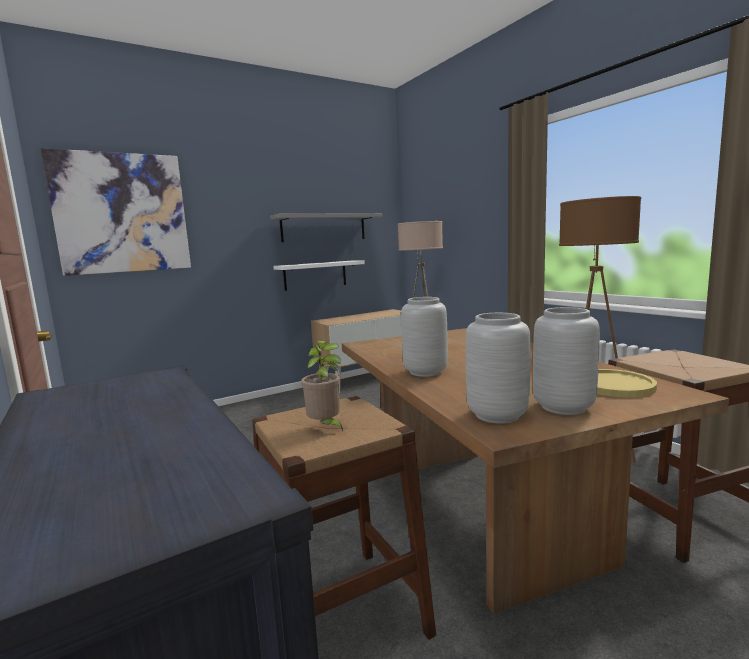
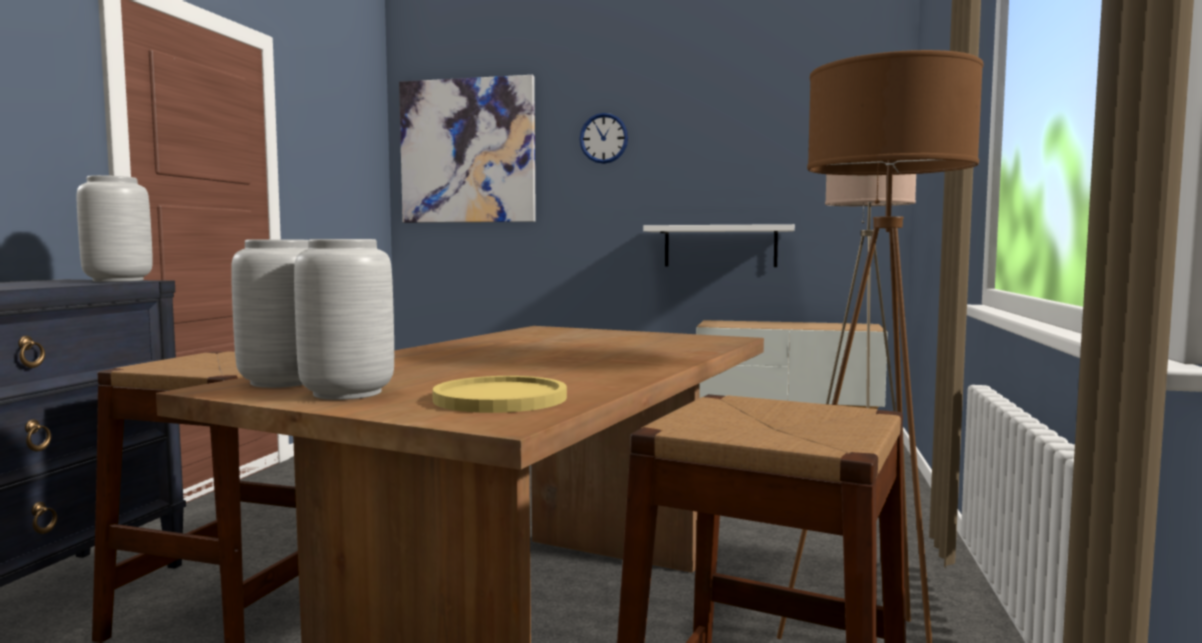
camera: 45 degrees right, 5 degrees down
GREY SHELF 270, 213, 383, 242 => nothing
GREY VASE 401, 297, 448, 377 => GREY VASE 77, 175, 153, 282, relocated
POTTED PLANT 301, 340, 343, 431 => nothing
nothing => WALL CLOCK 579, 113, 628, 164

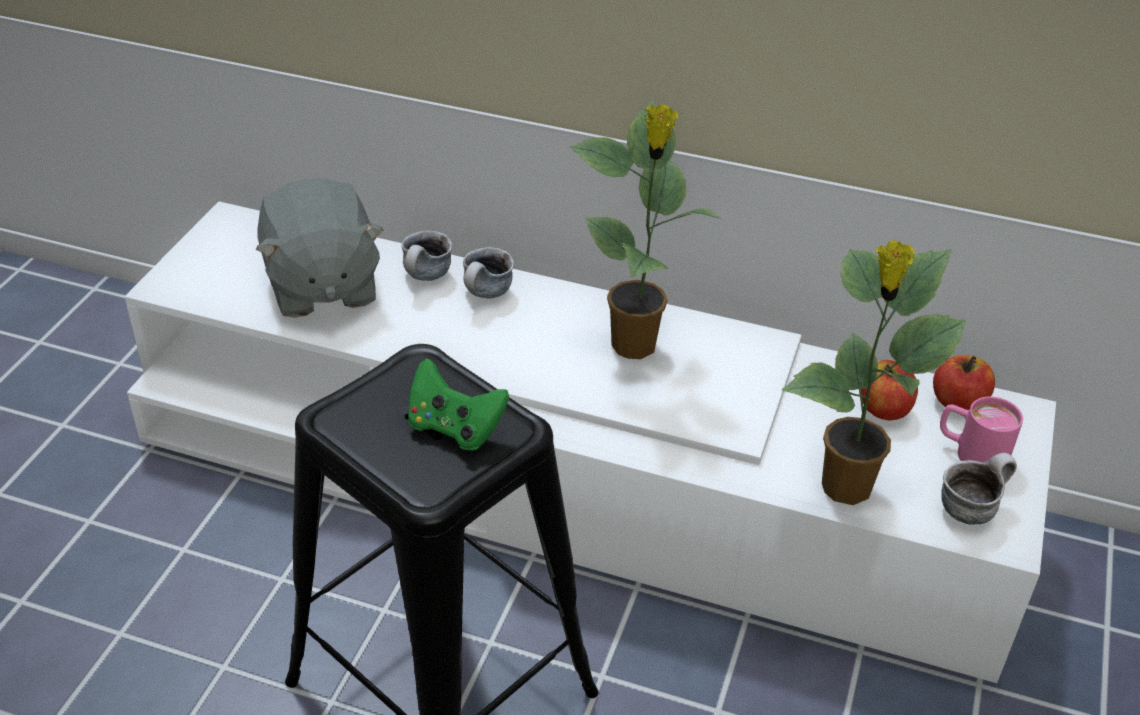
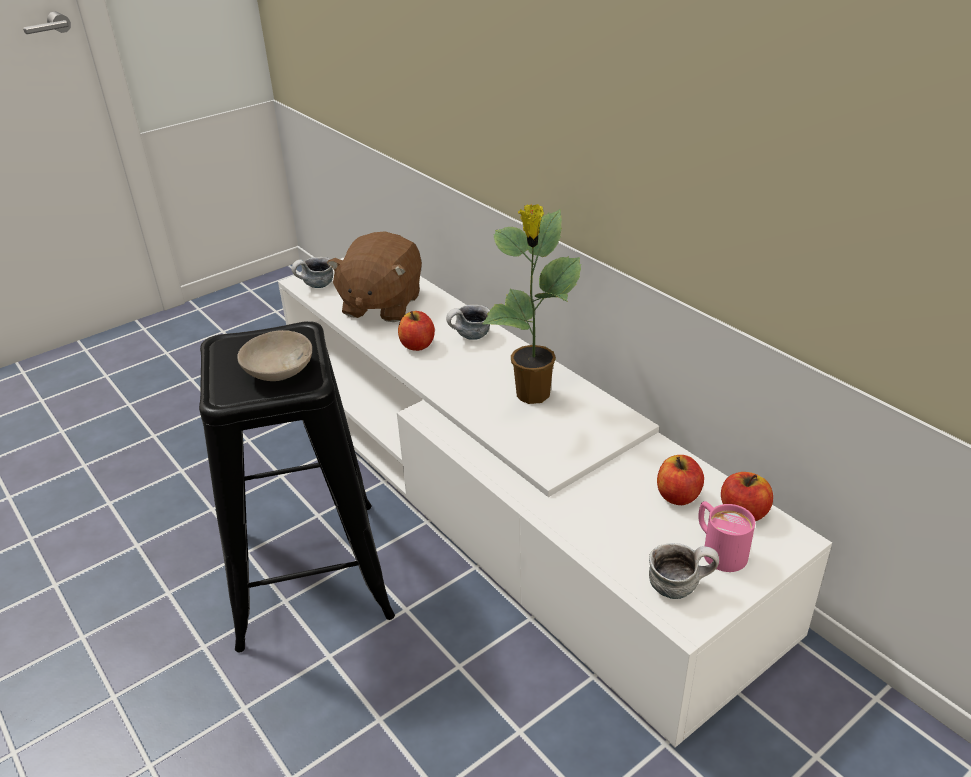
camera: 35 degrees right, 5 degrees down
GREY PLUSH TOY 256, 179, 384, 318 => BROWN PLUSH TOY 327, 231, 422, 322
MUG 402, 230, 452, 281 => MUG 292, 257, 333, 288, relocated
POTTED PLANT 782, 240, 967, 505 => nothing
GREEN GAME CONTROLLER 408, 358, 510, 451 => BEIGE BOWL 237, 330, 312, 381
nothing => APPLE 398, 311, 435, 351

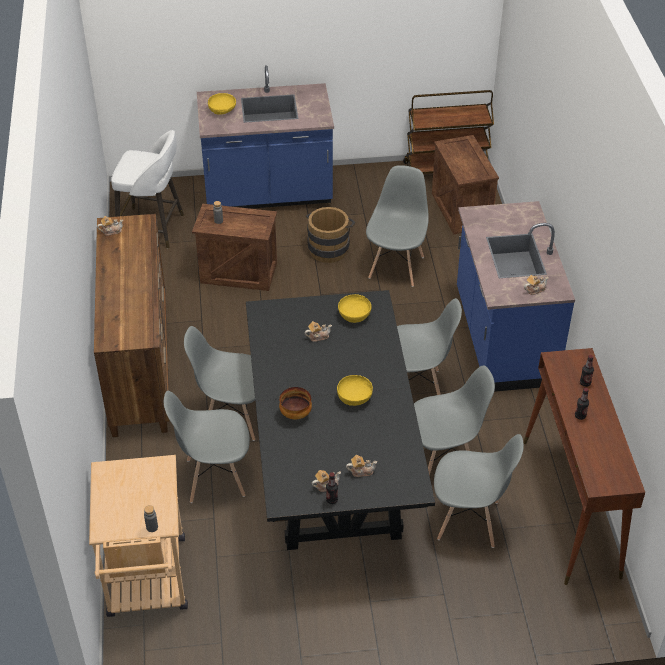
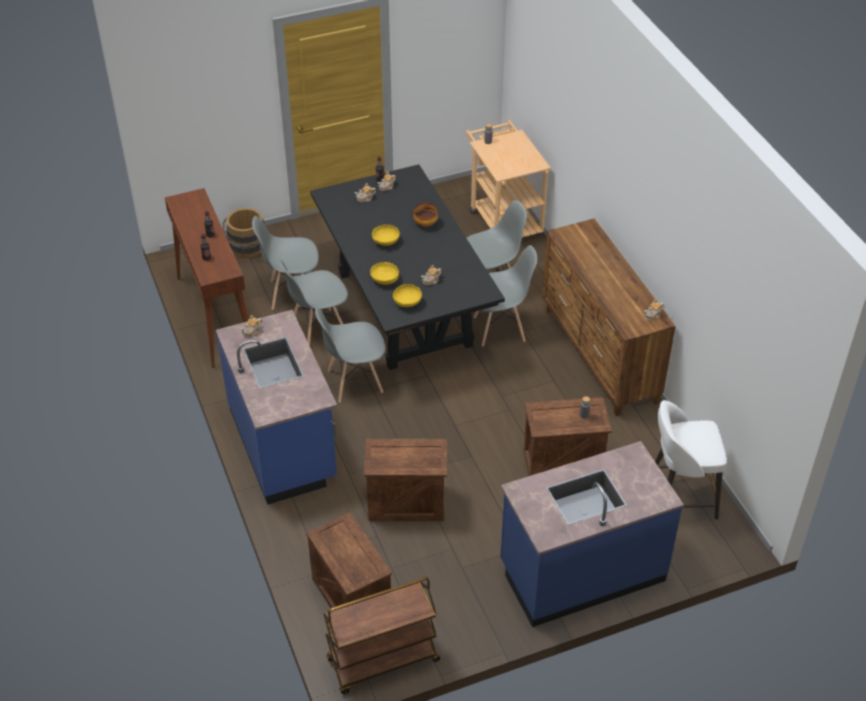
camera: 165 degrees right, 0 degrees up
YELLOW BOWL 208, 93, 236, 115 => YELLOW BOWL 370, 262, 399, 285, relocated
GREY CHAIR 366, 165, 429, 287 => CRATE 364, 439, 447, 521
BROWN BUCKET 306, 207, 355, 263 => BROWN BUCKET 222, 208, 267, 258, relocated

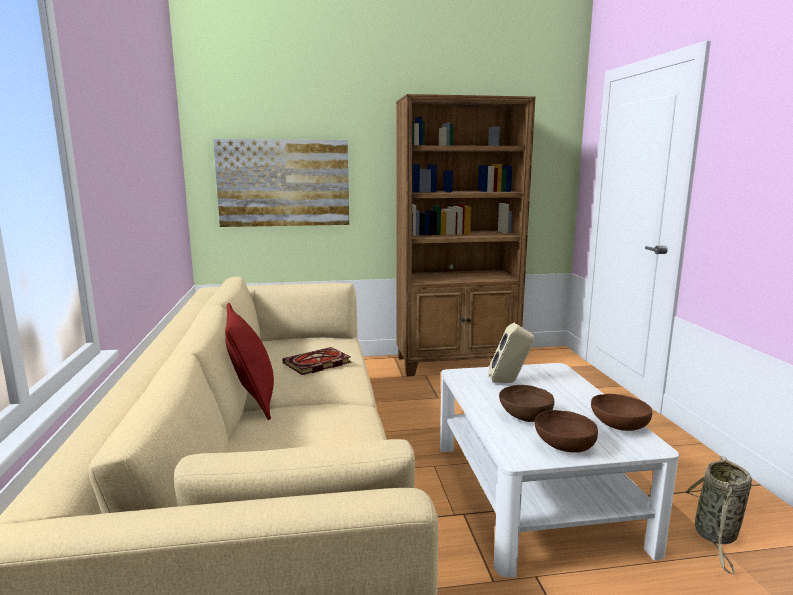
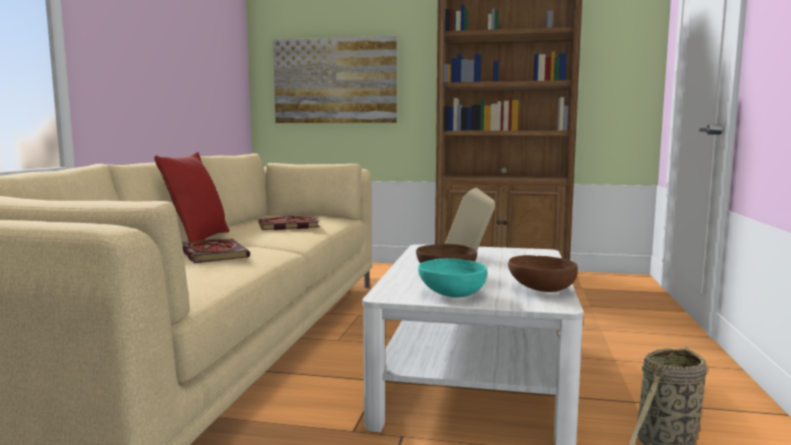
camera: 20 degrees right, 5 degrees down
BROWN BOWL 534, 410, 598, 453 => TURQUOISE BOWL 418, 258, 487, 298
nothing => BOOK 183, 239, 250, 263

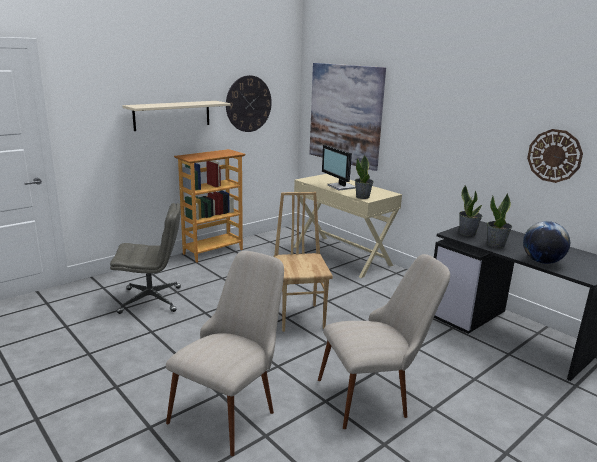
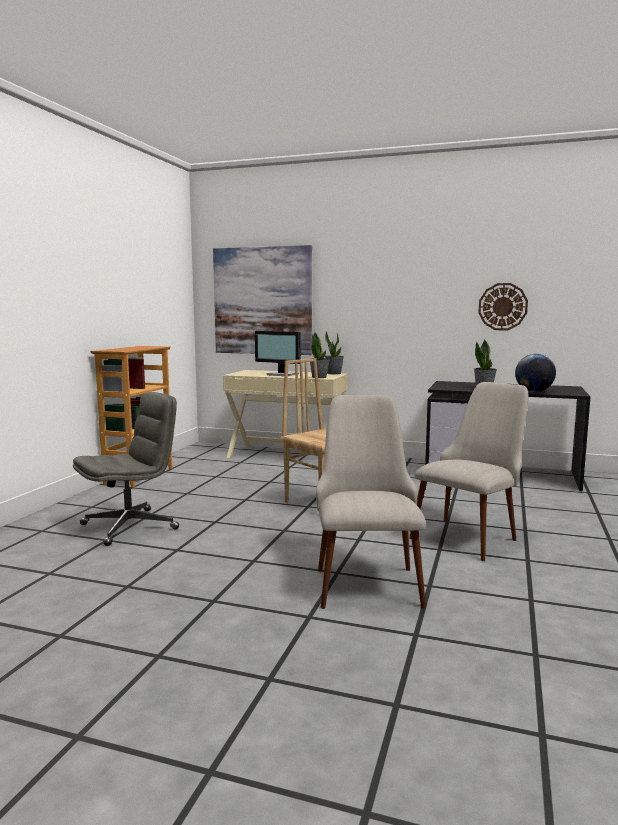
camera: 30 degrees left, 10 degrees down
WALL CLOCK 226, 75, 272, 132 => nothing
BEIGE SHELF 122, 101, 230, 131 => nothing
POTTED PLANT 459, 185, 482, 236 => POTTED PLANT 325, 331, 344, 374, relocated

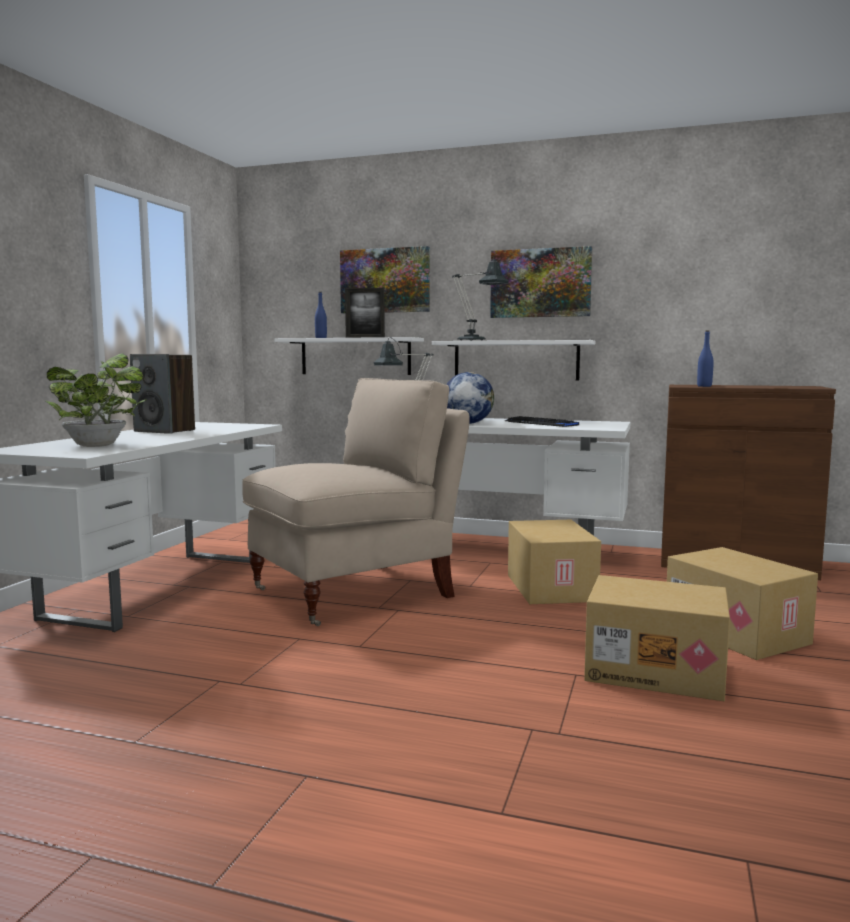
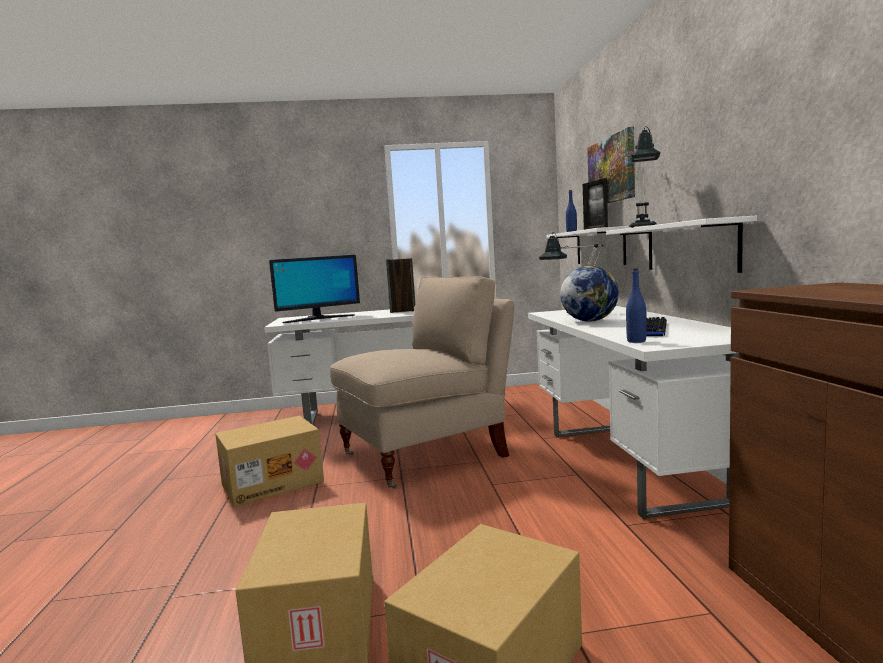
camera: 65 degrees right, 0 degrees up
PICTURE 490, 246, 592, 318 => nothing
BLUE BOTTLE 697, 330, 714, 387 => BLUE BOTTLE 626, 269, 647, 343, relocated
POTTED PLANT 45, 353, 147, 447 => MONITOR 269, 255, 360, 323
BEIGE CHAIR 242, 378, 470, 626 => BEIGE CHAIR 330, 277, 514, 489, 60 degrees counterclockwise
CARDBOARD BOX 508, 520, 601, 604 => CARDBOARD BOX 215, 415, 324, 507, relocated

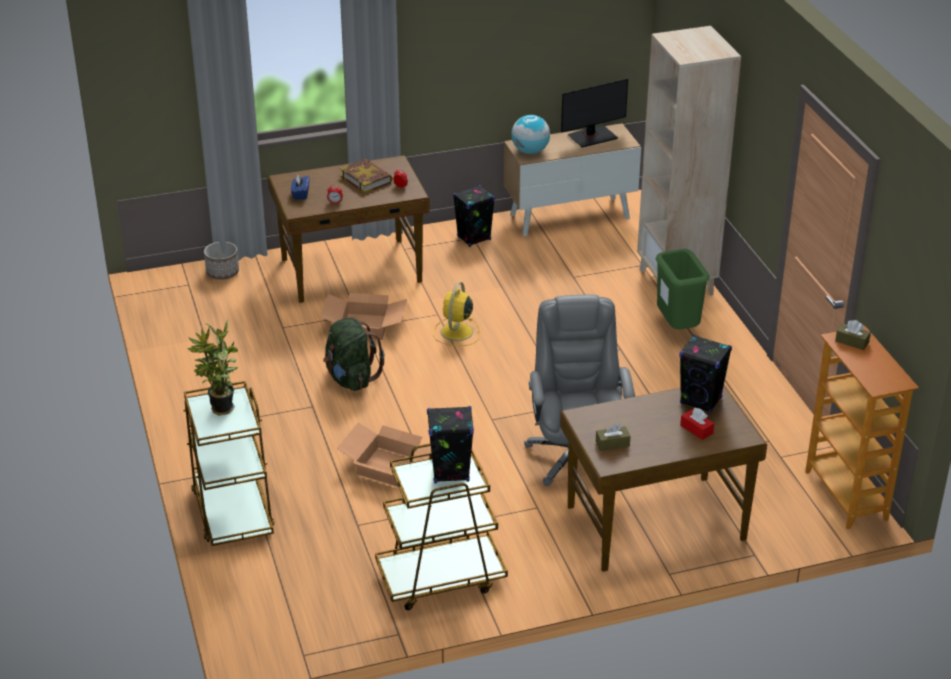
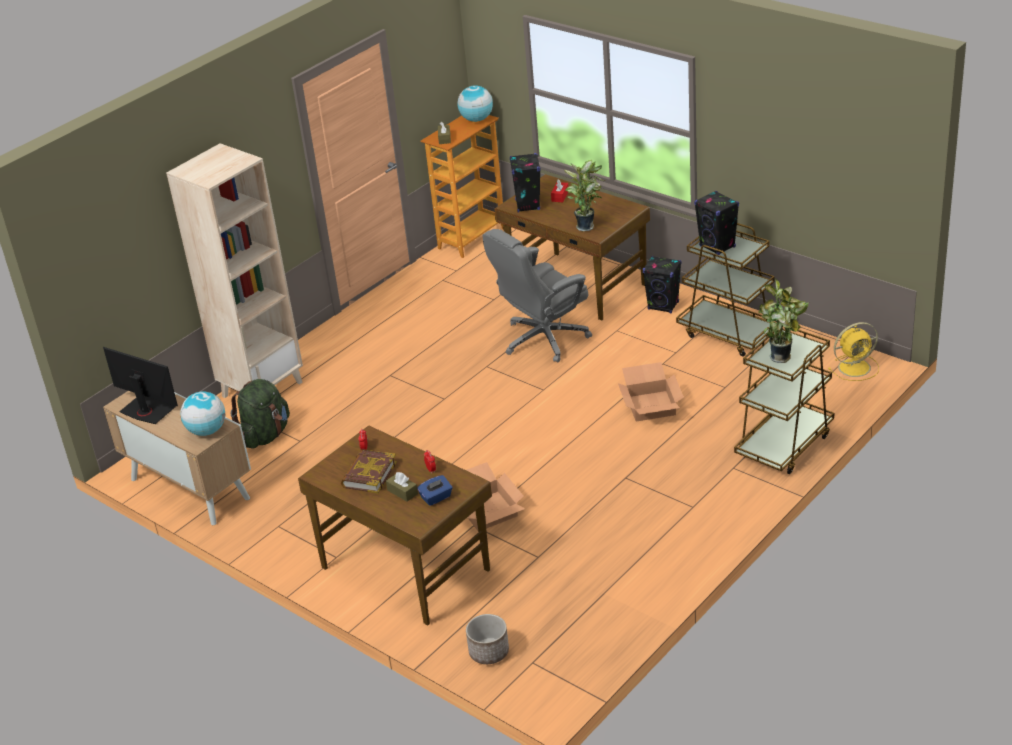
camera: 120 degrees left, 0 degrees up
BLACK SPEAKER 453, 185, 495, 247 => BLACK SPEAKER 643, 256, 681, 313, relocated
GREEN TRASH CAN 656, 249, 710, 329 => nothing
YELLOW FAN 433, 282, 480, 346 => YELLOW FAN 828, 322, 879, 381, relocated
GREEN BACKPACK 323, 318, 385, 391 => GREEN BACKPACK 231, 379, 290, 448, relocated
BROWN TISSUE BOX 596, 424, 631, 451 => BROWN TISSUE BOX 386, 472, 418, 502, relocated
nothing => GLOBE 457, 86, 493, 122
nothing => POTTED PLANT 564, 160, 606, 231

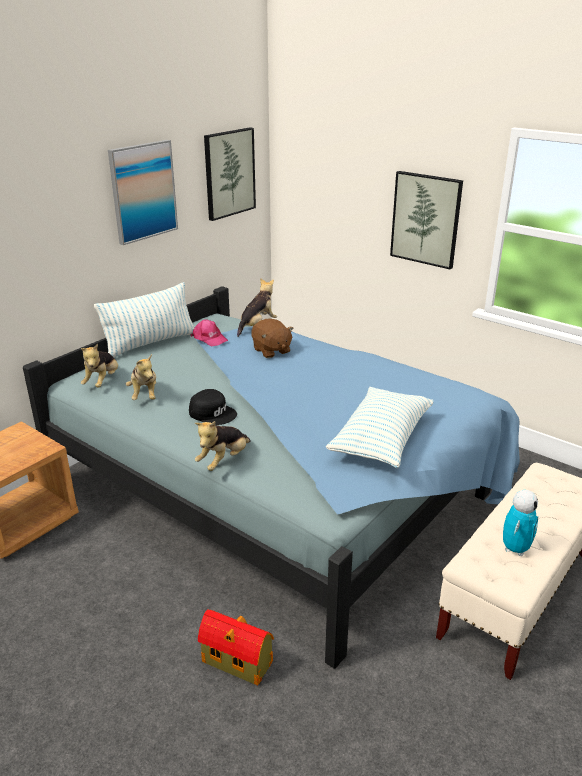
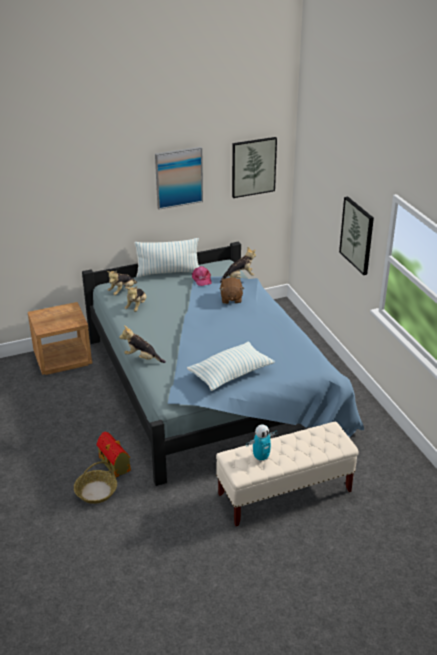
camera: 30 degrees right, 5 degrees up
BLACK CAP 189, 389, 237, 425 => nothing
PLUSH TOY 195, 421, 251, 471 => PLUSH TOY 119, 325, 166, 363, 45 degrees clockwise
nothing => BASKET 74, 461, 117, 504

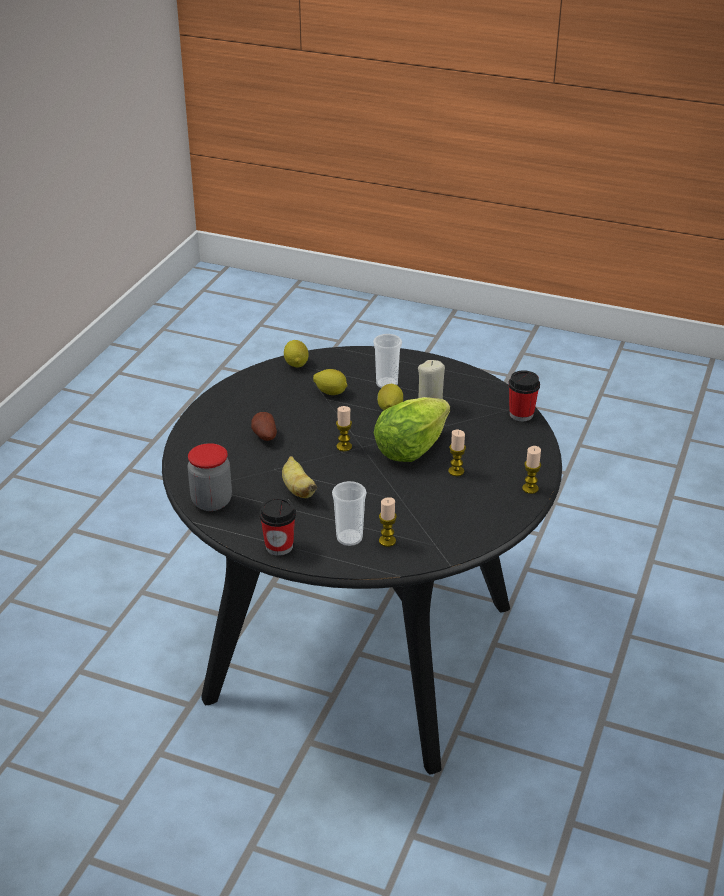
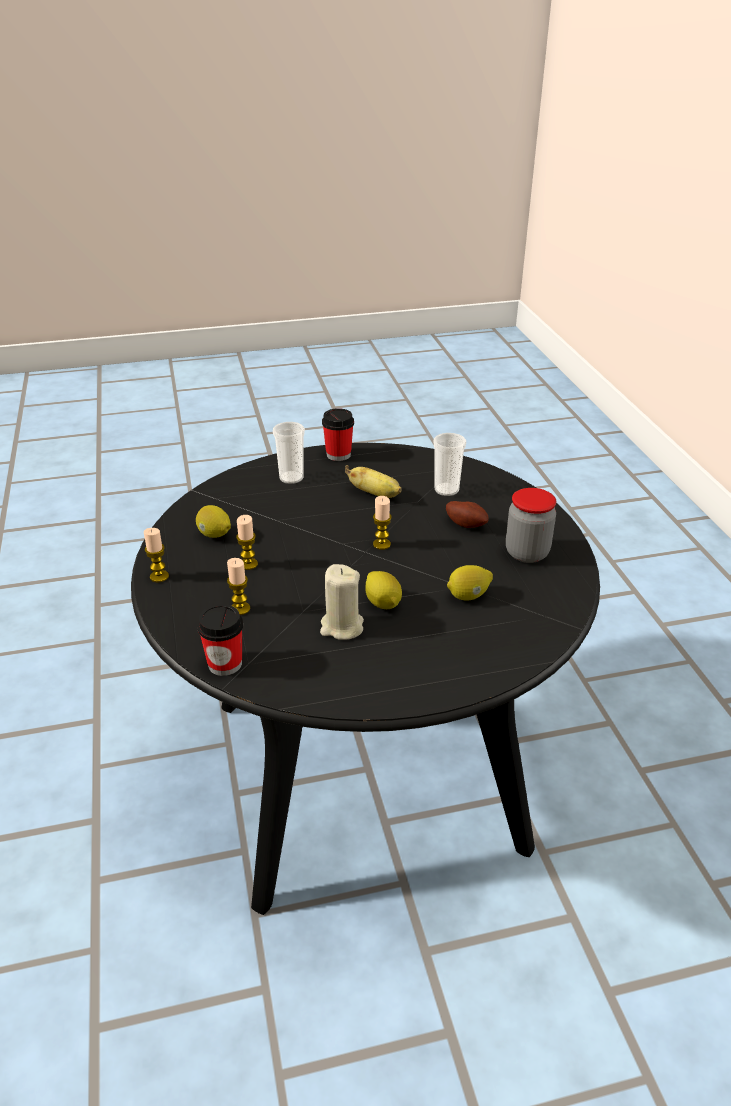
camera: 145 degrees right, 0 degrees up
CUP 373, 334, 402, 388 => CUP 434, 433, 466, 496, relocated
LEMON 284, 340, 309, 368 => LEMON 196, 505, 231, 538, relocated
LETTUCE 374, 397, 450, 462 => nothing
JAR 188, 443, 232, 511 => JAR 506, 488, 556, 563, relocated
CANDLE 379, 497, 397, 547 => CANDLE 227, 558, 250, 615, relocated

